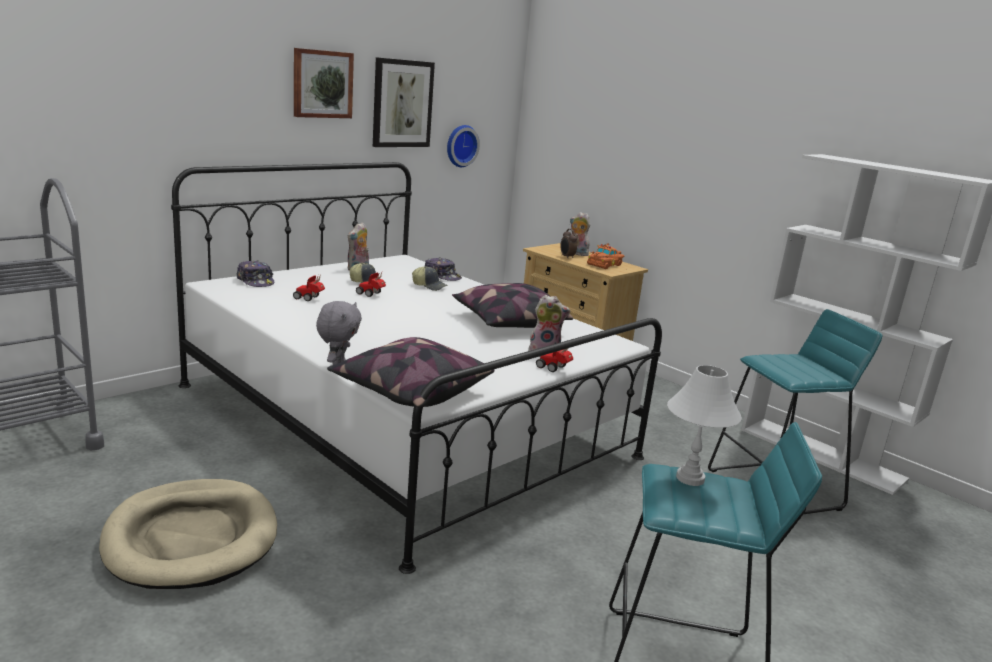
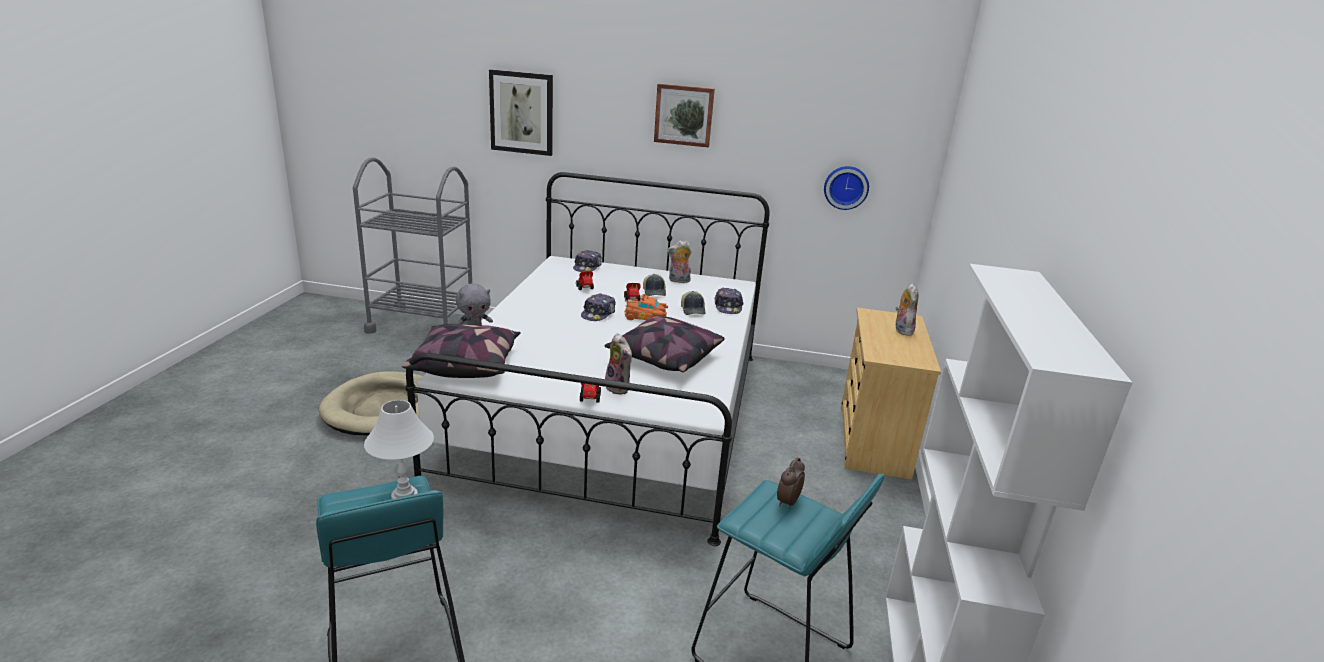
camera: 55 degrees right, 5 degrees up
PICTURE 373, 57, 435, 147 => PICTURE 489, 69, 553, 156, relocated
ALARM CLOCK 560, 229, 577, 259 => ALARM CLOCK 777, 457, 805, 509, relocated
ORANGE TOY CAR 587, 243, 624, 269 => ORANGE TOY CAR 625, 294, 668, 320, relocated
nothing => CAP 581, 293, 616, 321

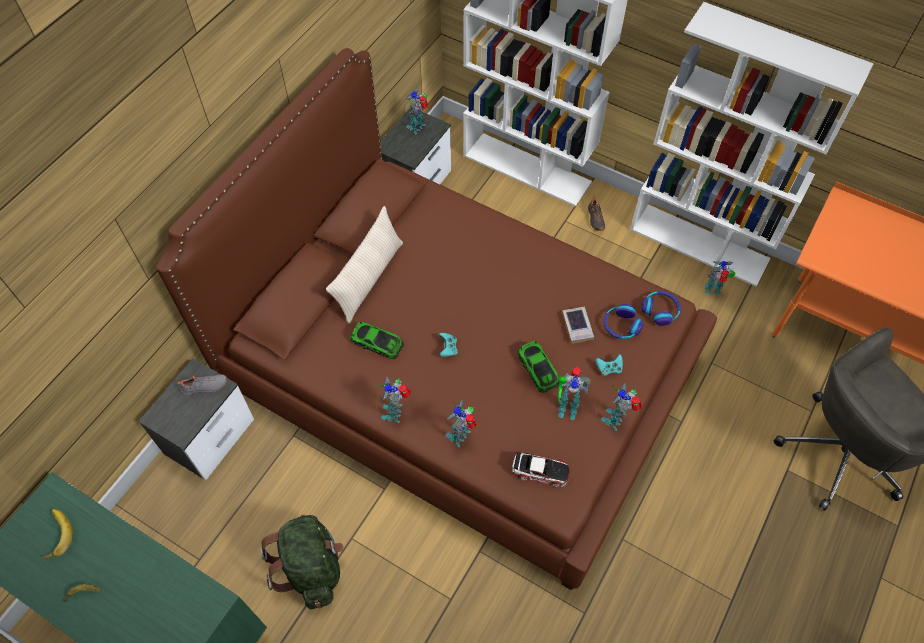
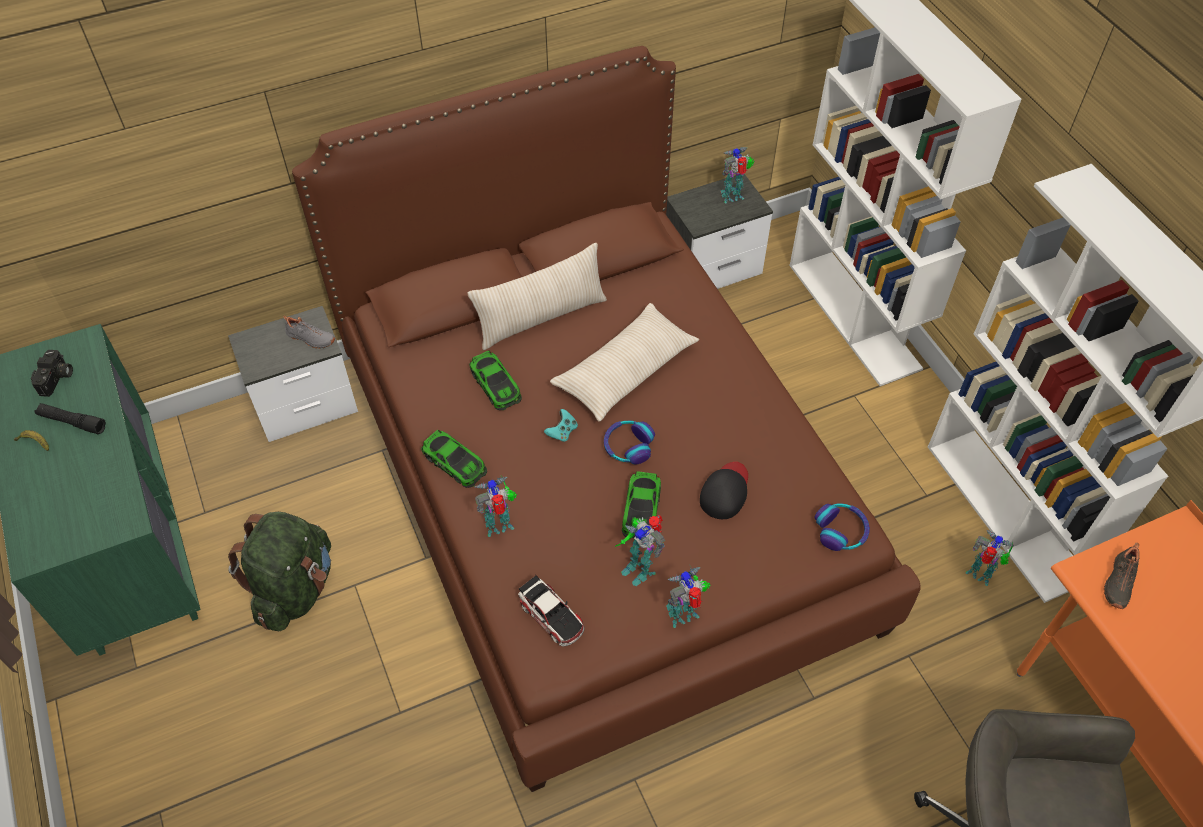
camera: 35 degrees right, 5 degrees down
BLACK SHOE 588, 196, 605, 231 => BLACK SHOE 1104, 542, 1139, 609, relocated
HEADPHONES 604, 304, 644, 339 => HEADPHONES 604, 421, 655, 464, relocated
BOOK 562, 307, 594, 344 => BLACK CAP 700, 462, 748, 519
TURQUOISE GAME CONTROLLER 596, 354, 623, 376 => nothing
TOY ROBOT 378, 377, 411, 423 => TOY CAR 421, 429, 487, 488
BANANA 42, 509, 73, 558 => PHOTO CAMERA 31, 350, 73, 397
nothing => BEIGE PILLOW 550, 303, 699, 422
nothing => BLACK FLASHLIGHT 35, 403, 106, 434

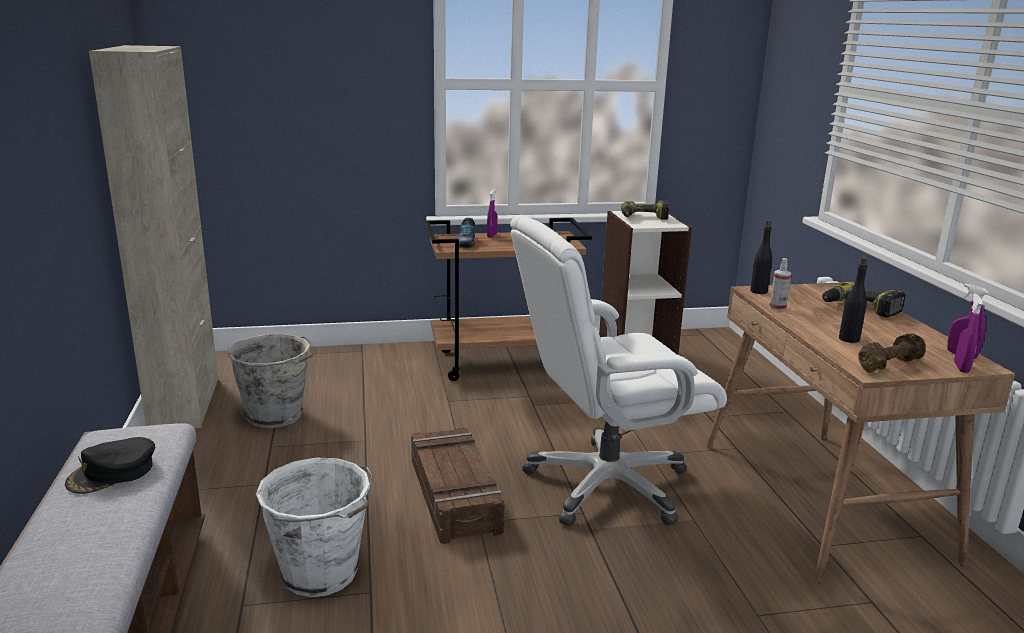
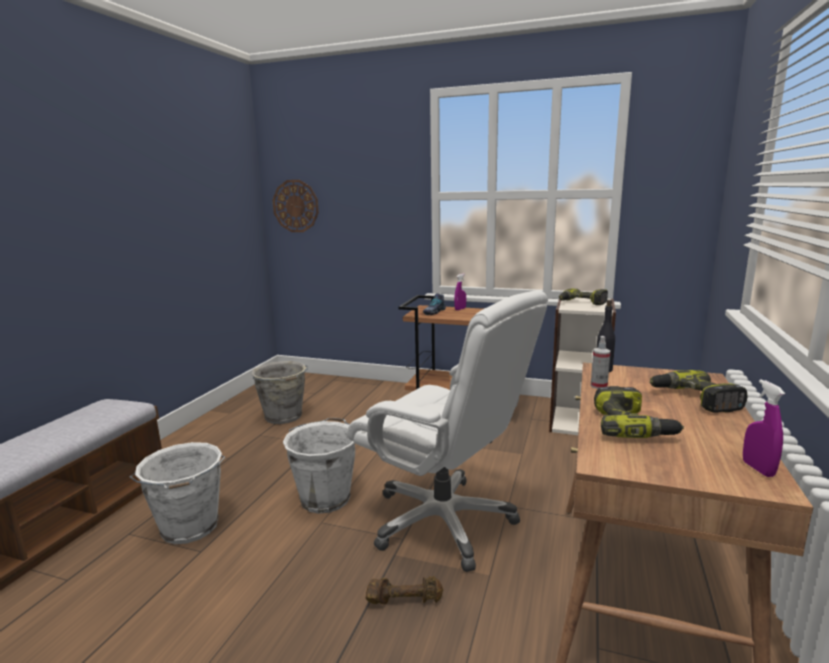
camera: 30 degrees right, 5 degrees down
BEIGE CABINET 89, 45, 218, 428 => nothing
WHITE OFFICE CHAIR 510, 215, 727, 526 => WHITE OFFICE CHAIR 347, 290, 548, 572, 150 degrees counterclockwise
BLACK BOTTLE 839, 257, 867, 343 => POWER DRILL 594, 386, 684, 438
PURPLE SPRAY BOTTLE 954, 293, 983, 373 => nothing
BROWN DUMBBELL 858, 333, 925, 373 => BROWN DUMBBELL 365, 576, 443, 605, relocated
CRATE 411, 427, 505, 544 => WHITE BUCKET 283, 417, 355, 514
BLACK CAP 65, 437, 155, 494 => nothing
nothing => WALL CLOCK 273, 180, 319, 232

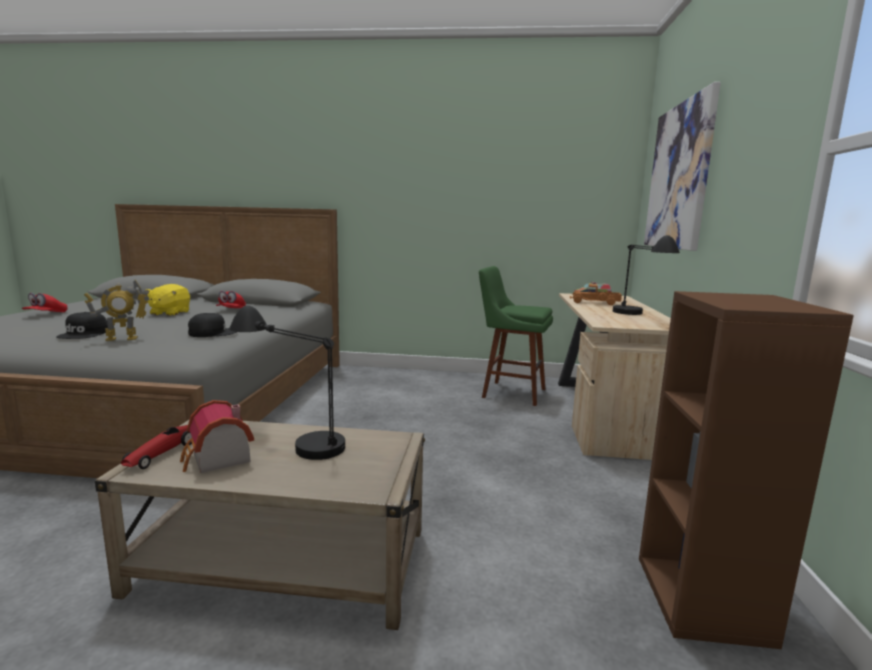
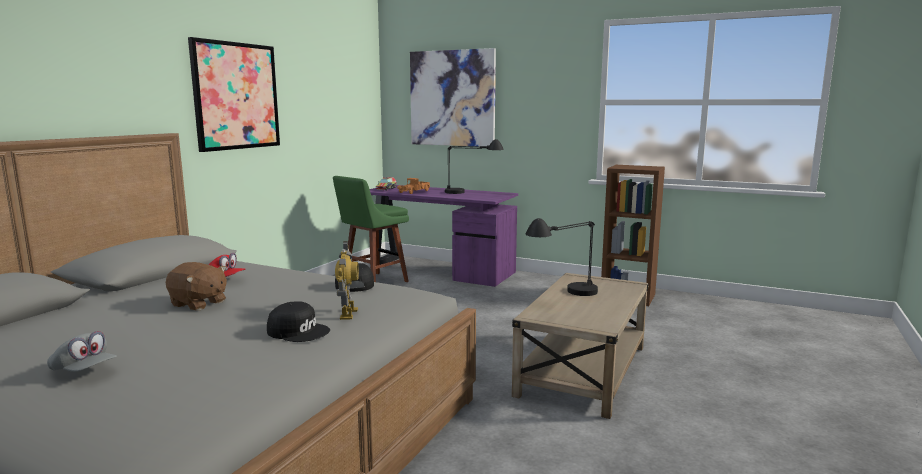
camera: 70 degrees left, 0 degrees up
YELLOW PLUSH TOY 145, 284, 190, 316 => BROWN PLUSH TOY 165, 262, 227, 311
RED CAP 22, 293, 68, 312 => GREY CAP 47, 331, 117, 372
BEIGE DESK 558, 293, 671, 460 => PURPLE DESK 370, 185, 518, 287
TOY HOUSE 180, 400, 254, 473 => nothing
TOY CAR 121, 425, 192, 469 => nothing
nothing => PICTURE 188, 37, 280, 152

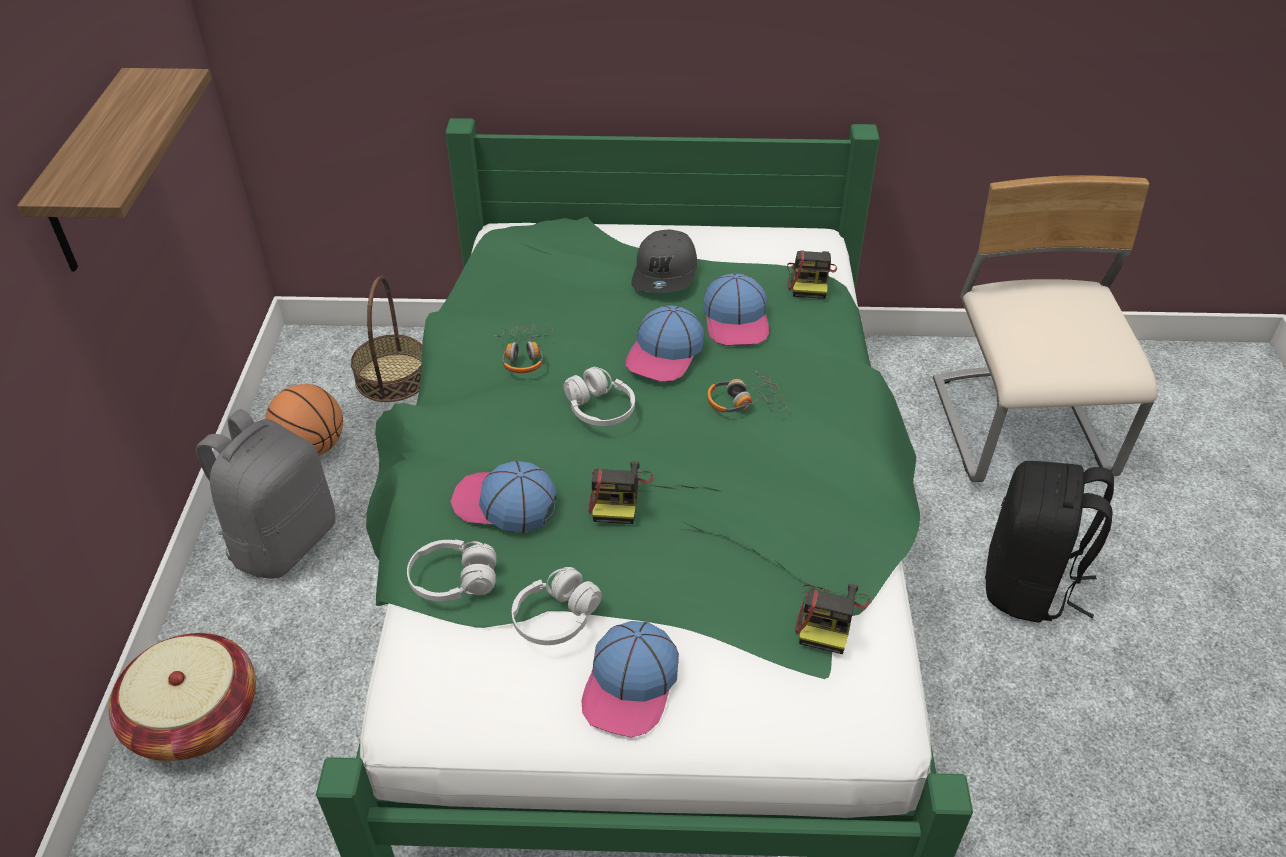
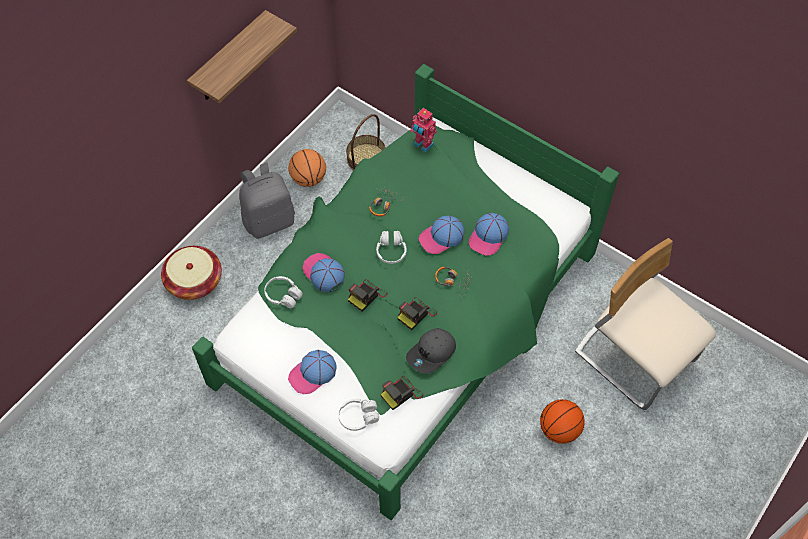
camera: 35 degrees right, 15 degrees up
BEIGE CHAIR 933, 175, 1158, 482 => BEIGE CHAIR 575, 238, 716, 410, 75 degrees counterclockwise
GREY CAP 631, 229, 697, 292 => GREY CAP 406, 328, 456, 374, relocated
PHOTO CAMERA 787, 250, 837, 299 => PHOTO CAMERA 397, 297, 437, 330, relocated
BLACK BACKPACK 985, 461, 1114, 623 => BASKETBALL 540, 399, 585, 444
WHITE HEADPHONES 512, 567, 602, 645 => WHITE HEADPHONES 338, 399, 379, 431, relocated
nothing => TOY ROBOT 410, 108, 437, 153

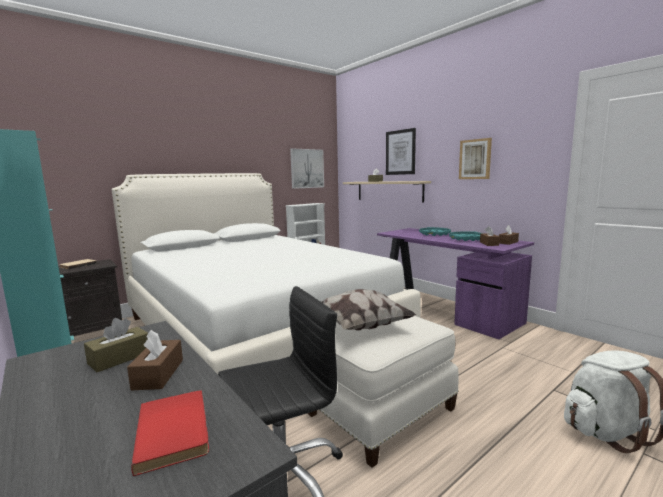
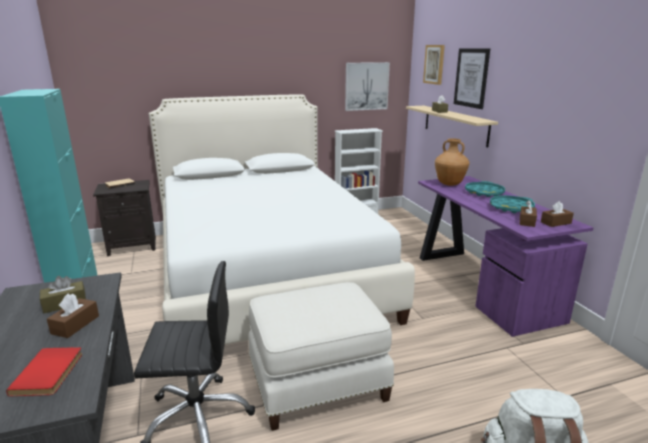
camera: 20 degrees right, 10 degrees up
PICTURE 459, 138, 492, 179 => PICTURE 423, 45, 445, 85, relocated
PILLOW 320, 289, 417, 330 => nothing
nothing => BROWN VASE 435, 139, 469, 186

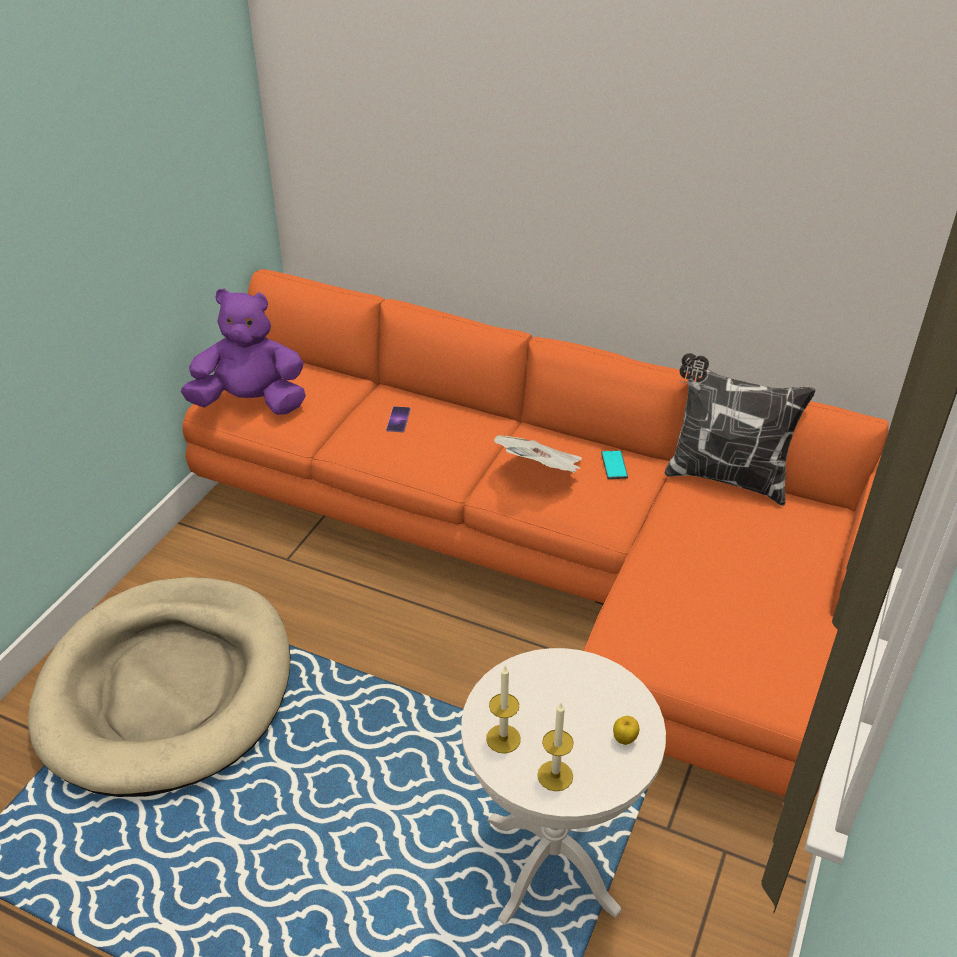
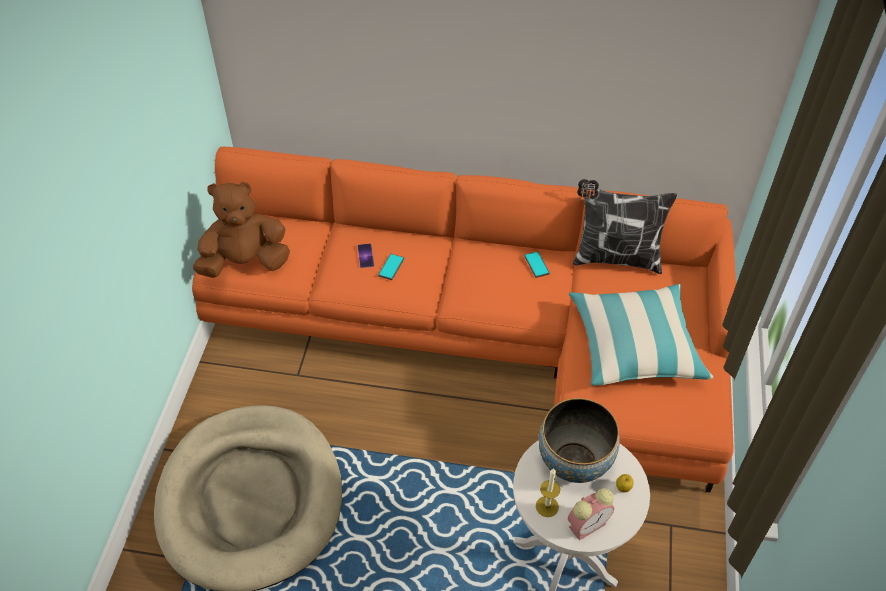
camera: 15 degrees left, 10 degrees up
PURPLE PLUSH TOY 181, 288, 306, 415 => BROWN PLUSH TOY 193, 181, 290, 278
NEWSPAPER 494, 435, 582, 472 => nothing
CANDLE 537, 703, 574, 791 => ALARM CLOCK 568, 488, 614, 541
nothing => PHONE 378, 254, 404, 280
nothing => PILLOW 569, 284, 713, 386
nothing => BOWL 539, 398, 620, 483

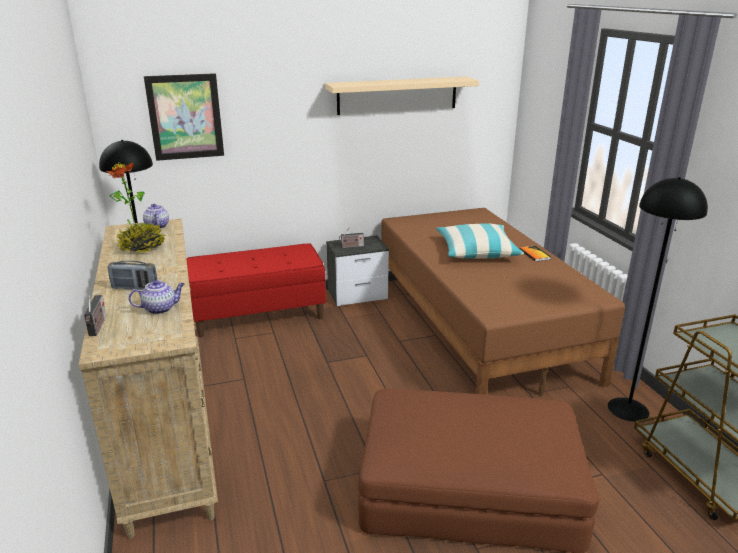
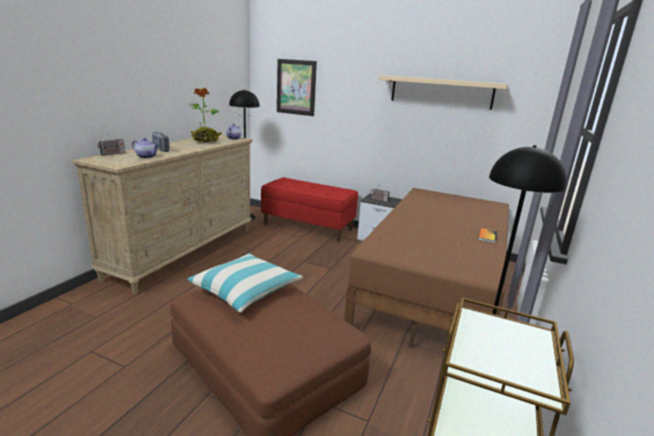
camera: 40 degrees right, 5 degrees down
PILLOW 436, 223, 524, 259 => PILLOW 187, 253, 303, 313, relocated

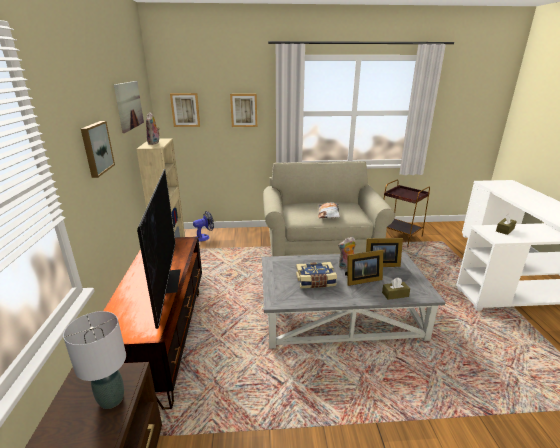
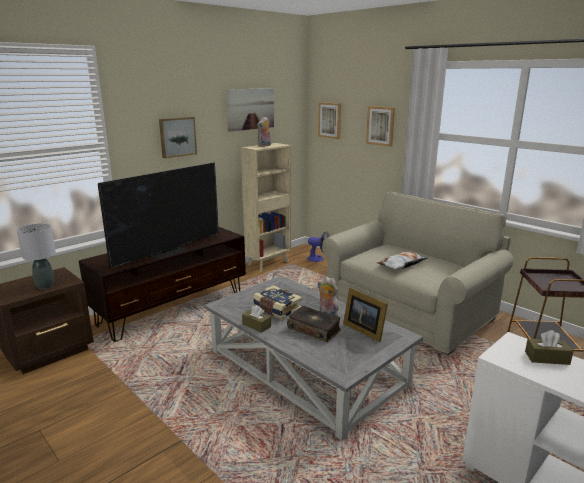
camera: 50 degrees right, 5 degrees down
PICTURE FRAME 345, 250, 383, 286 => BOOK 287, 306, 341, 342
BROWN TISSUE BOX 382, 278, 410, 300 => BROWN TISSUE BOX 242, 305, 271, 333, relocated

